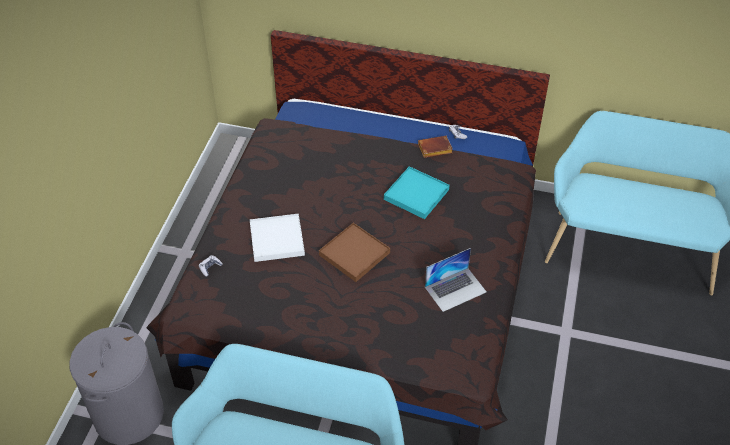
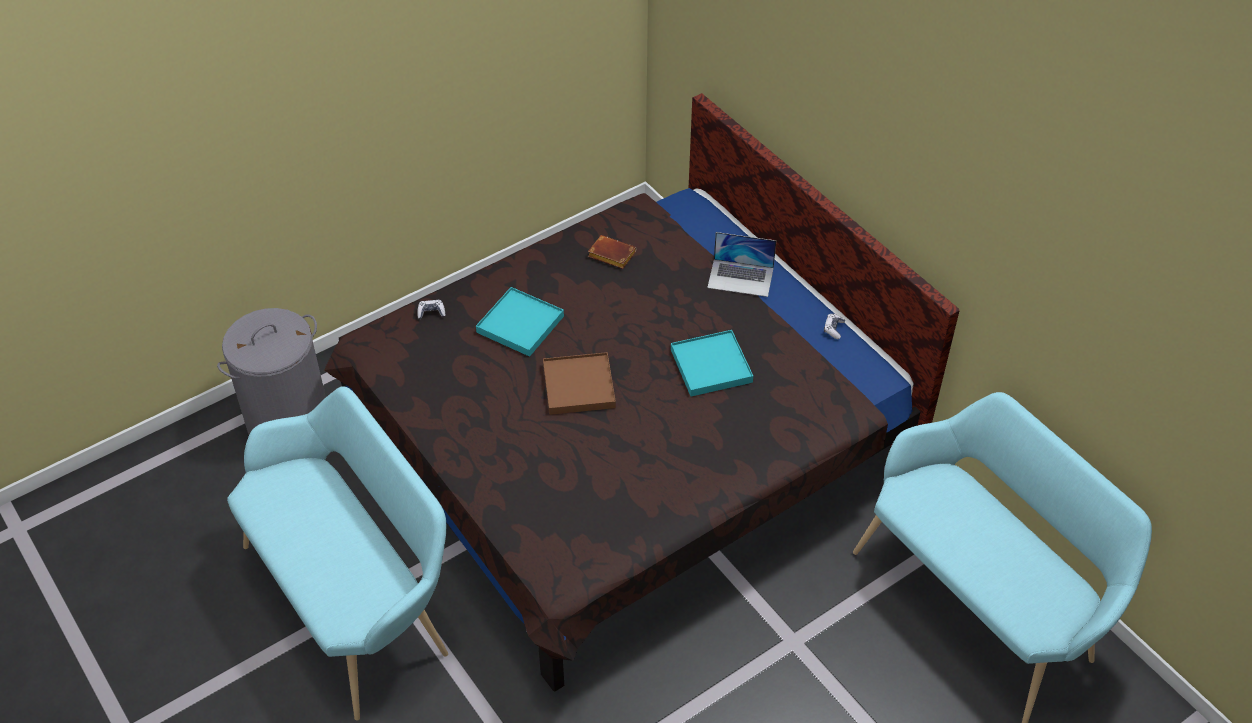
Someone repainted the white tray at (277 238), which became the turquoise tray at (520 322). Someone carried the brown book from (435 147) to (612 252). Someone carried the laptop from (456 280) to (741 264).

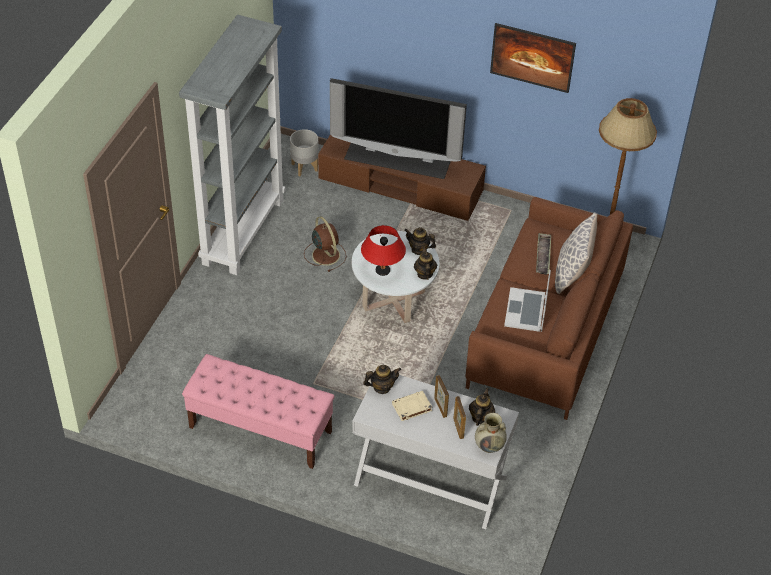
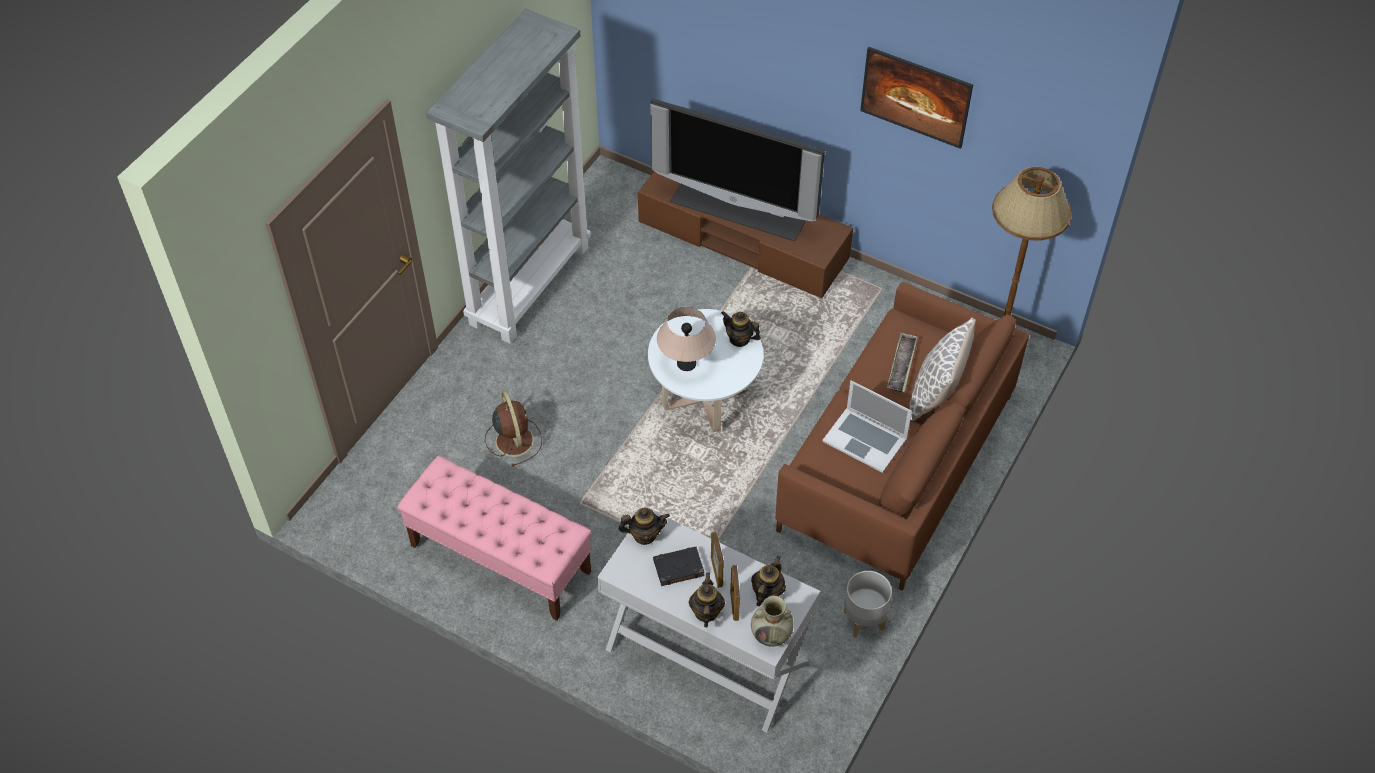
Someone carried the brown fan from (325 244) to (513 428). Someone repainted the beige book at (412 406), which became the black book at (678 566). Someone repainted the red table lamp at (383 250), which became the beige table lamp at (686 339). Someone carried the teapot from (425 263) to (707 600). Someone rotated the laptop at (527 301) by 75 degrees counterclockwise. Someone carried the grey planter from (304 152) to (868 604).

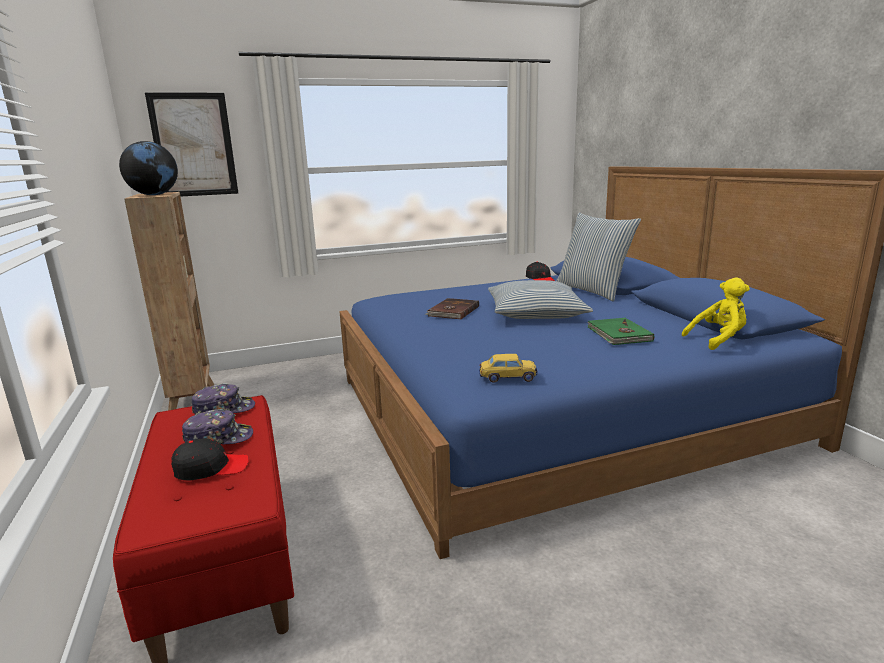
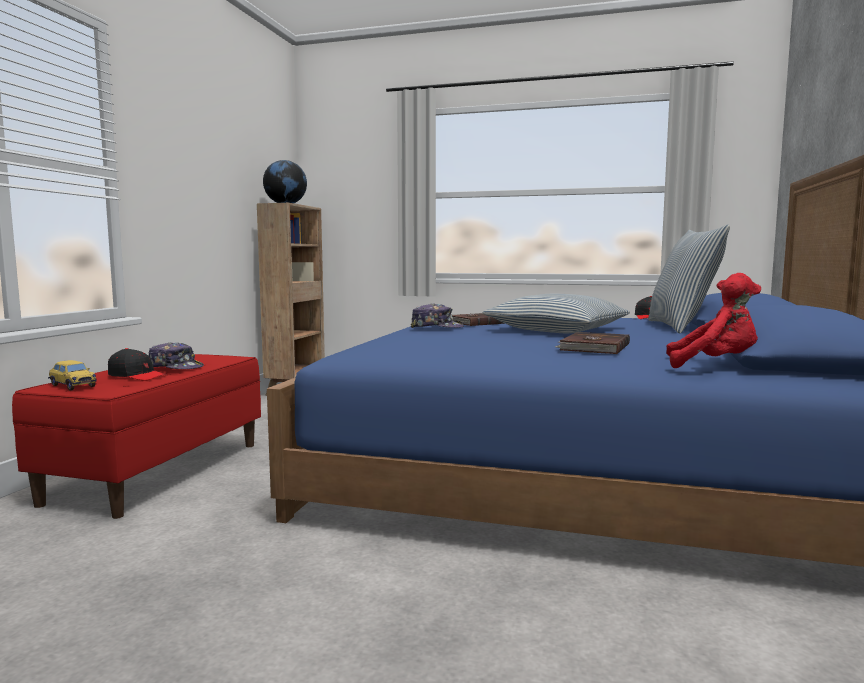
Someone carried the toy car from (508 368) to (72 375). Someone carried the cap from (223 399) to (437 315). Someone repainted the green book at (620 331), which became the brown book at (592 343). Someone repainted the yellow plush toy at (716 313), which became the red plush toy at (713 320). Someone took away the picture at (192 144).

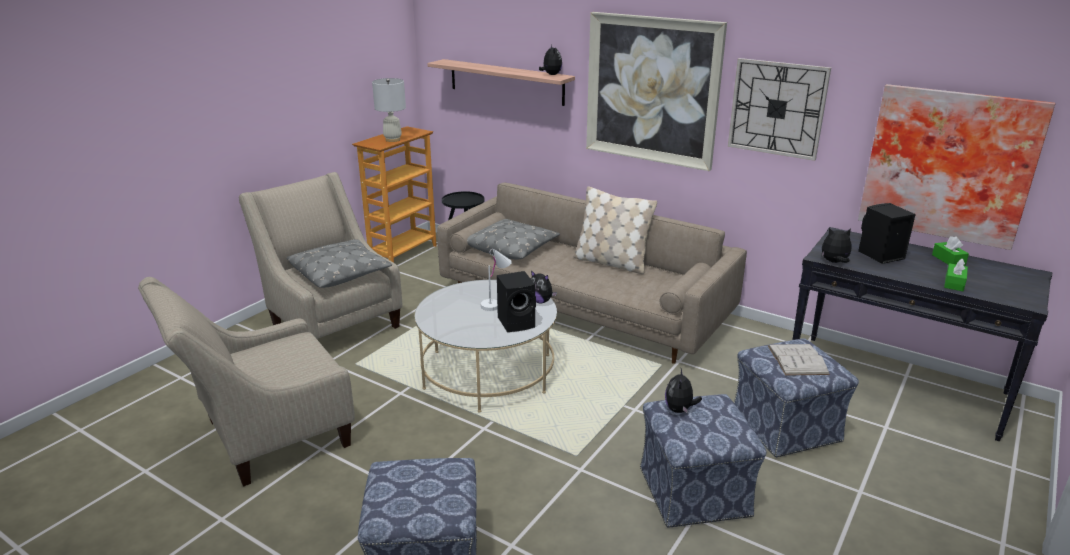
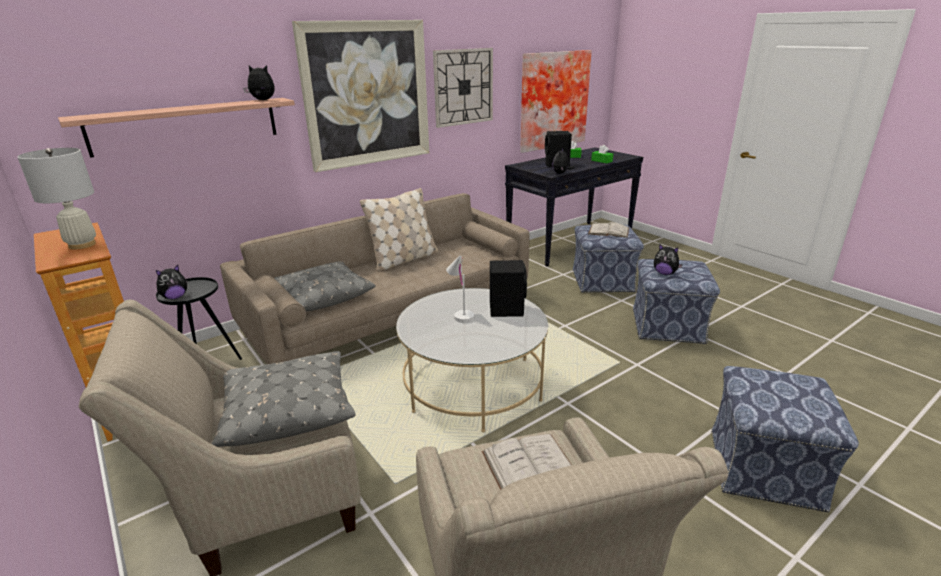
Someone carried the plush toy from (544 287) to (172 282). Someone put down the white book at (527 462).

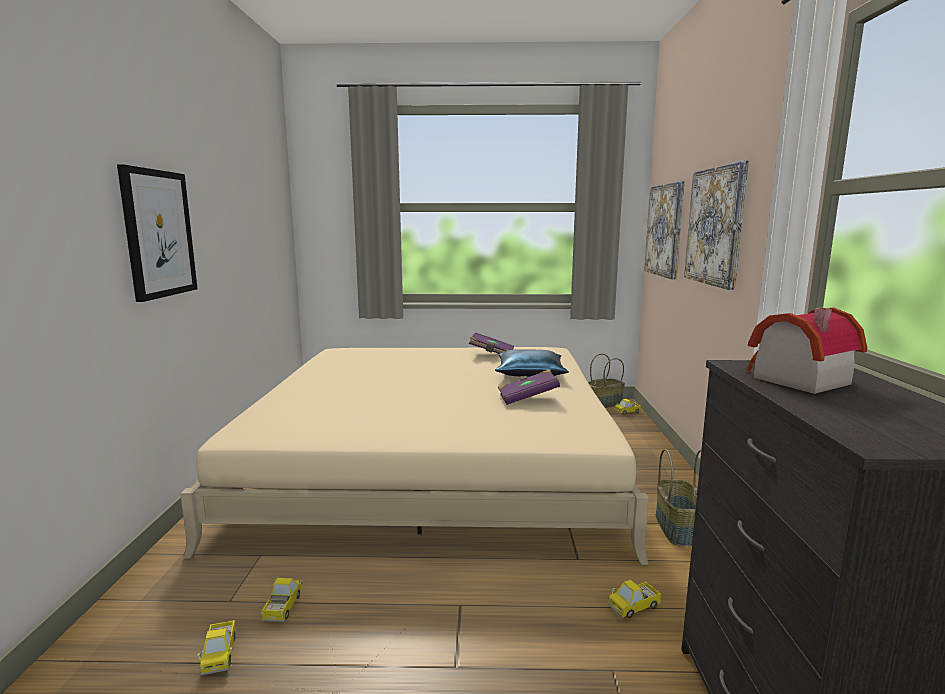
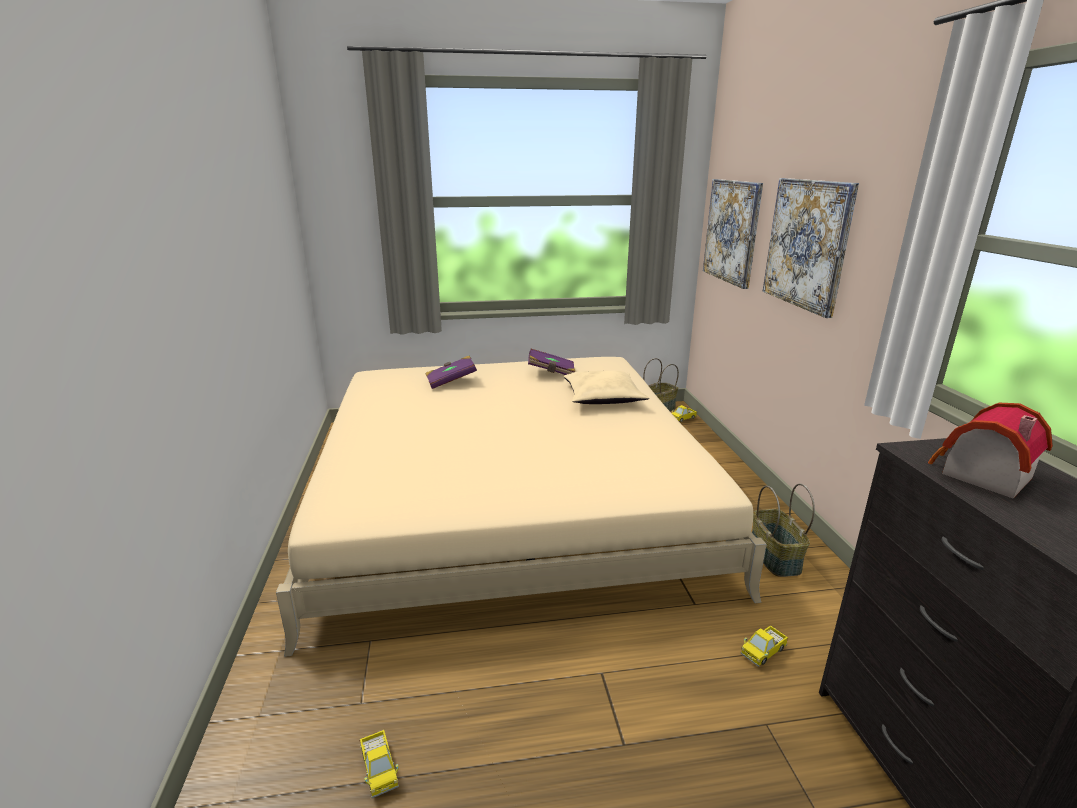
Someone carried the purple book from (529 387) to (451 372). Someone repainted the blue pillow at (532 363), which became the beige pillow at (606 387). Someone took away the picture at (157 233). Someone took away the toy truck at (282 600).

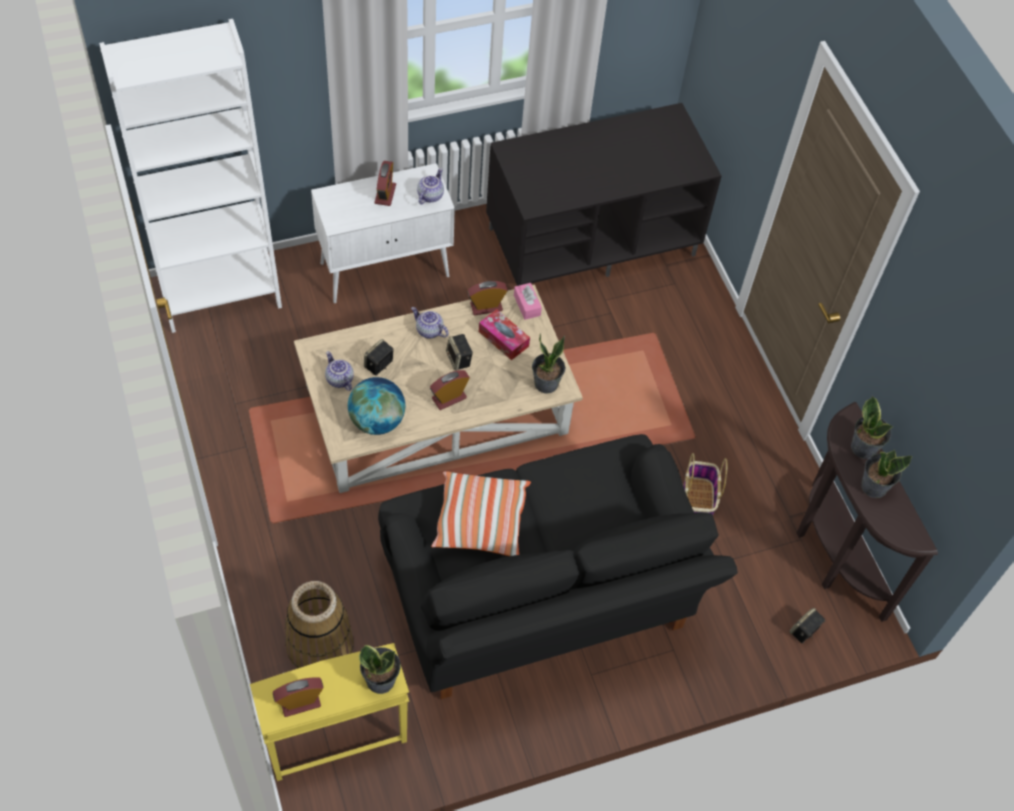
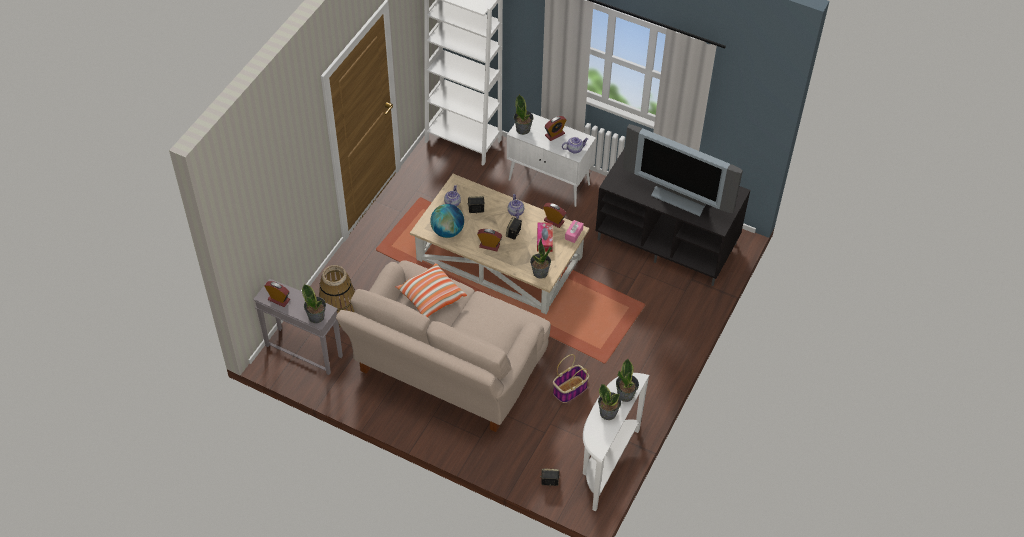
Someone repainted the yellow side table at (329 712), which became the grey side table at (298 327). Someone repainted the black sofa at (558 566), which became the beige sofa at (443 346). Someone put down the potted plant at (523 114). Someone repainted the brown console table at (867 512), which became the white console table at (616 442). Someone put down the television at (683 170).

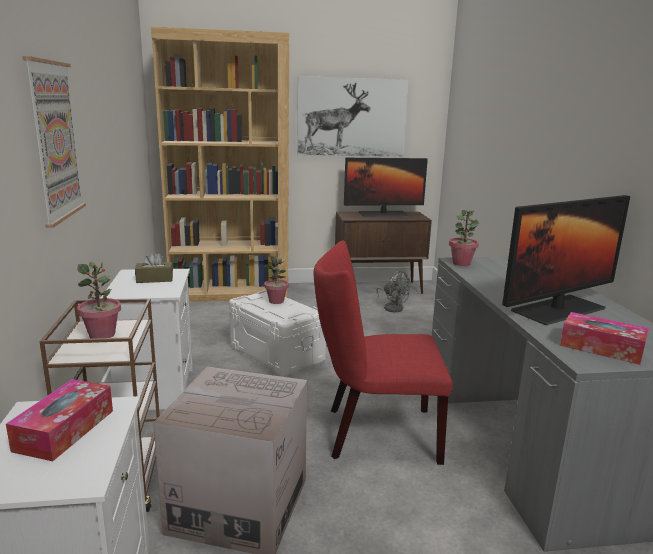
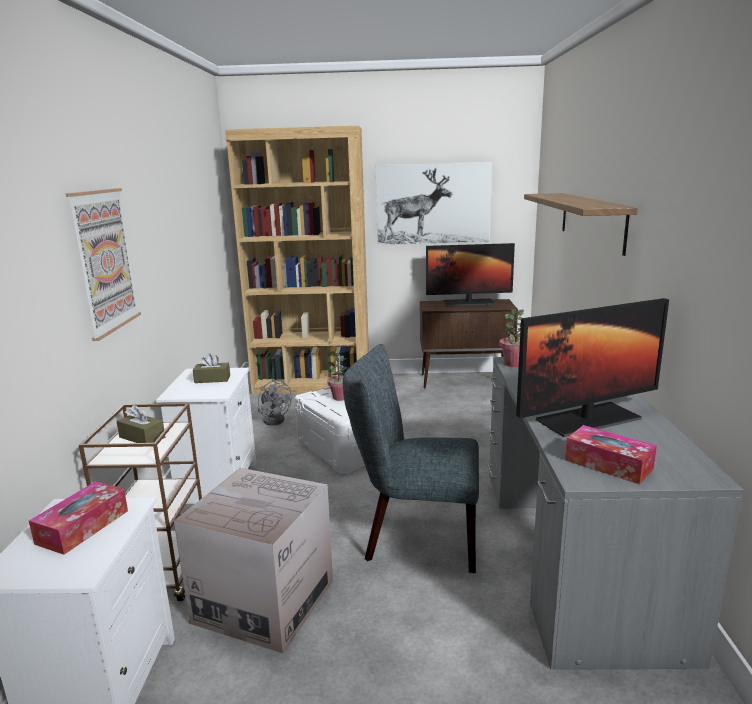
Someone swapped the potted plant at (99 300) for the brown tissue box at (141 423). Someone carried the grey fan from (393 291) to (275 402). Someone repainted the red chair at (383 352), which became the grey chair at (411 458). Someone put up the shelf at (581 224).

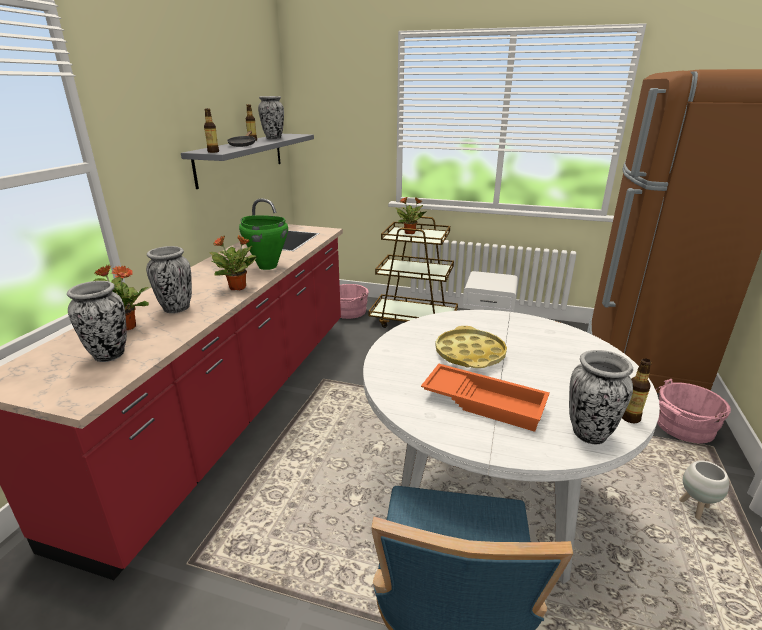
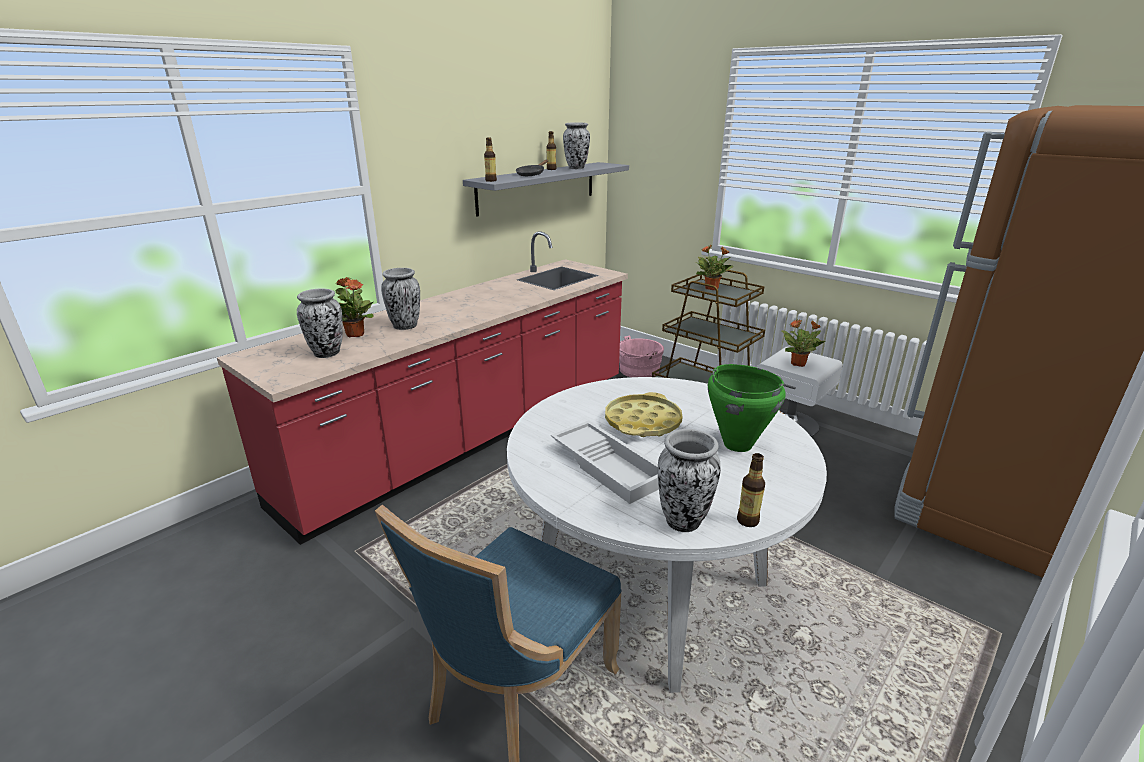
Someone repainted the orange tray at (485 398), which became the white tray at (605 462). Someone carried the green cooking pot from (263 242) to (747 408). Someone carried the potted plant from (233 262) to (803 343). Someone took away the pink bucket at (693 411). Someone took away the white planter at (704 490).

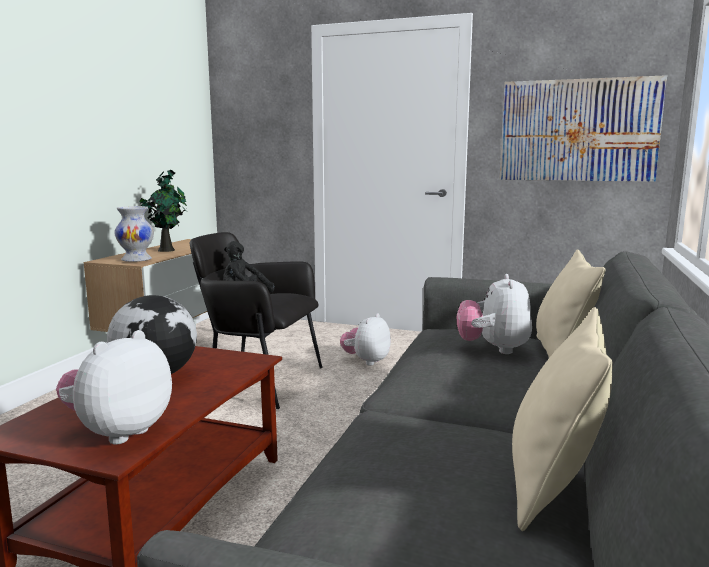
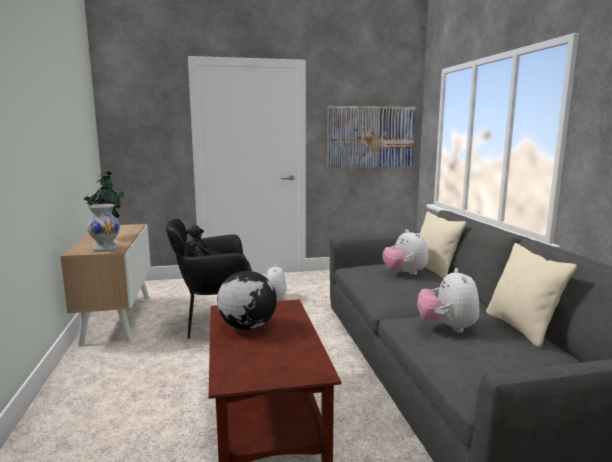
Someone carried the plush toy from (114 387) to (448 300).

